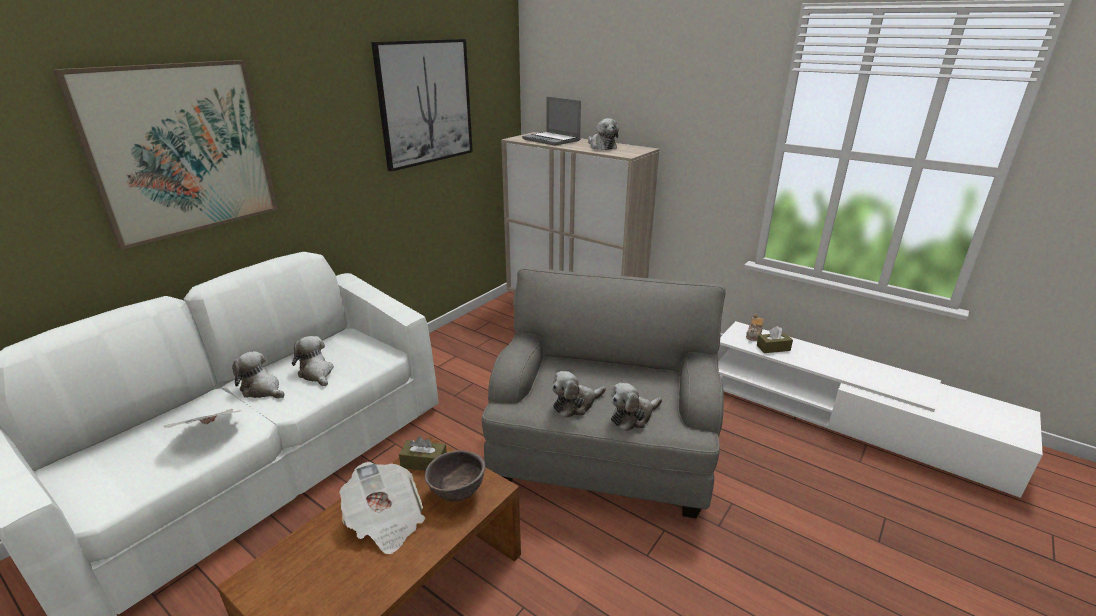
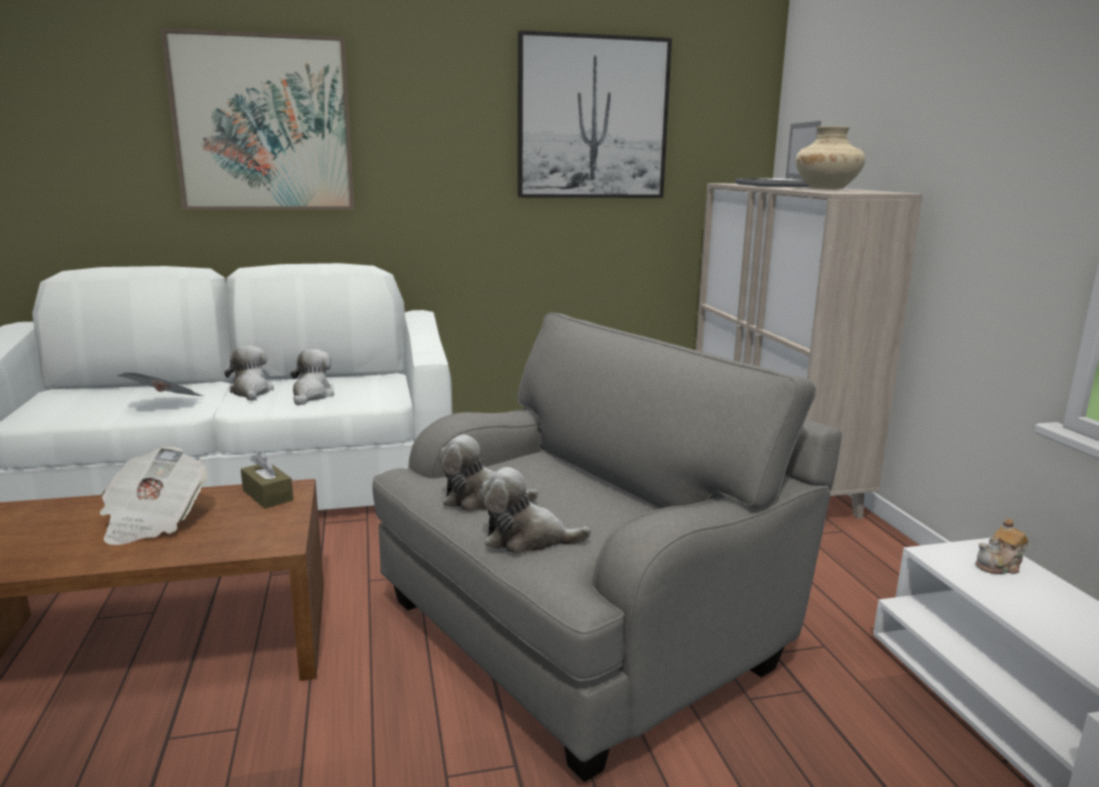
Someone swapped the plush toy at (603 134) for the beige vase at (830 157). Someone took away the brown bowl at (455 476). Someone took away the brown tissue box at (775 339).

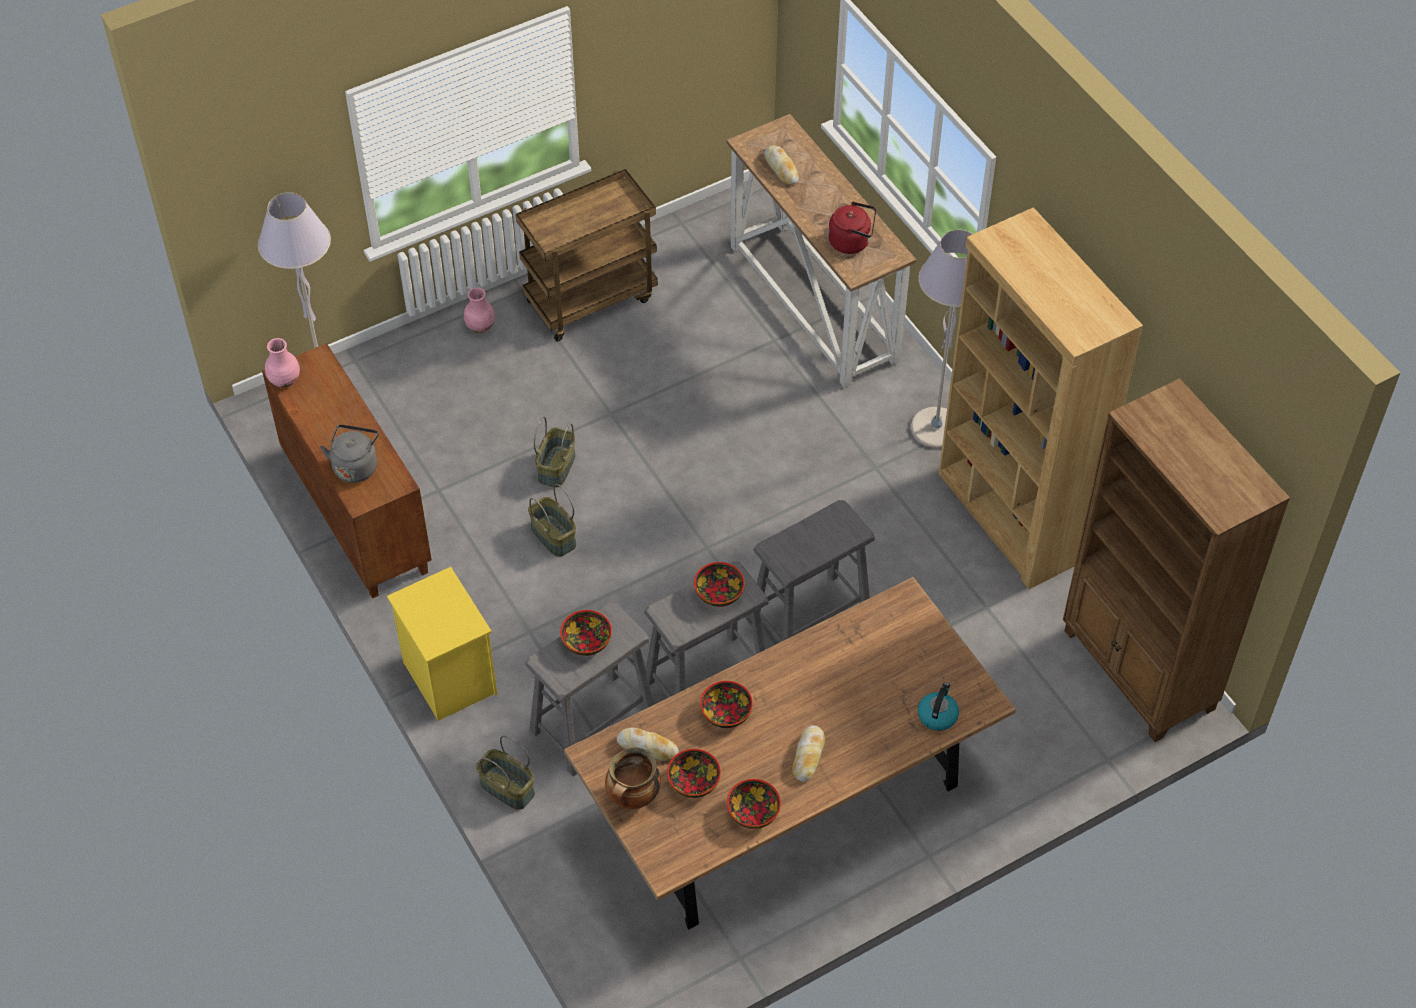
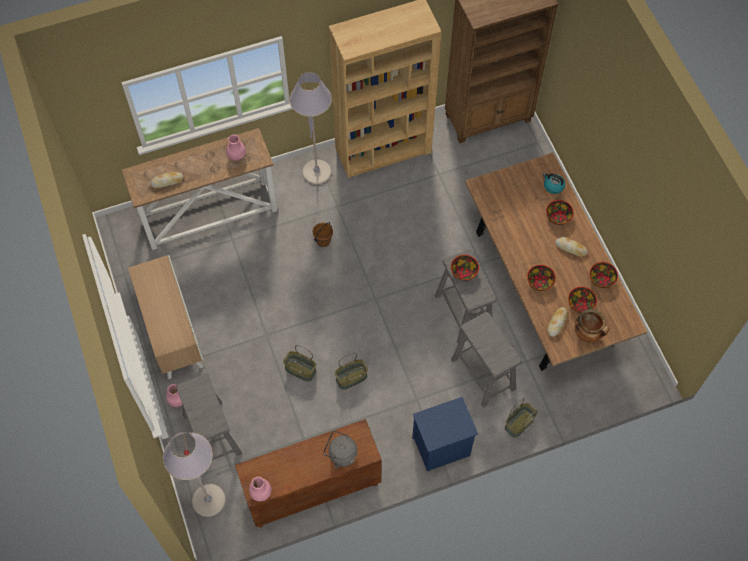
Someone swapped the brown cart at (587 255) for the cabinet at (165 317). Someone carried the grey stool from (811 571) to (209 417). Someone swapped the red kettle at (852 228) for the pink vase at (236 148). Someone put down the brown bucket at (323 234). Someone repainted the yellow nightstand at (442 644), which became the blue nightstand at (445 434). Someone carried the bowl from (586 633) to (560 212).

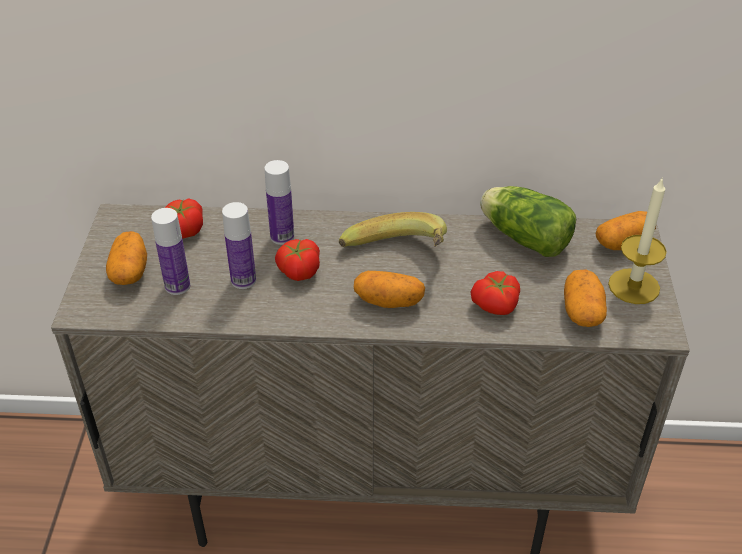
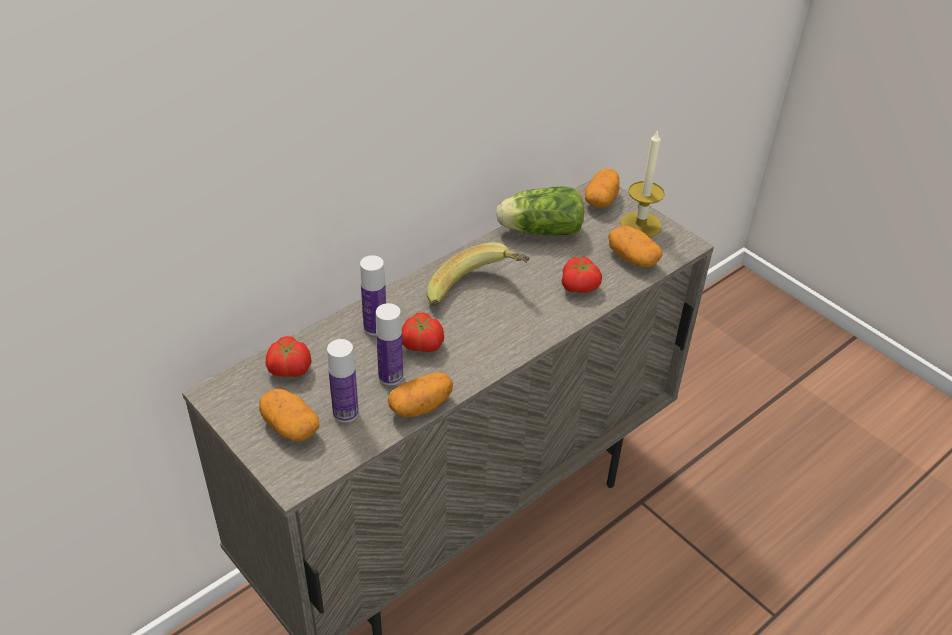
Someone carried the potato from (389 289) to (420 394).

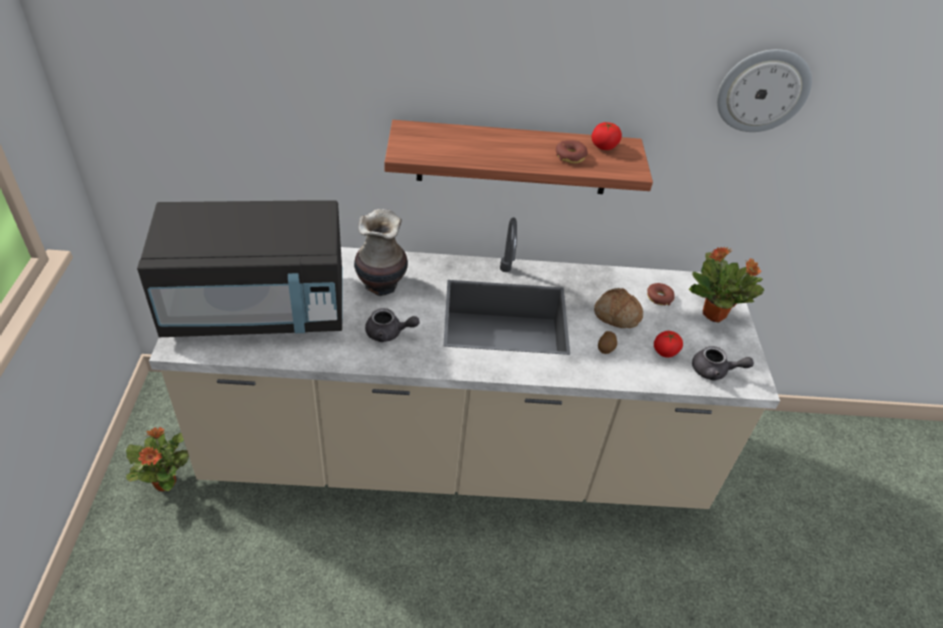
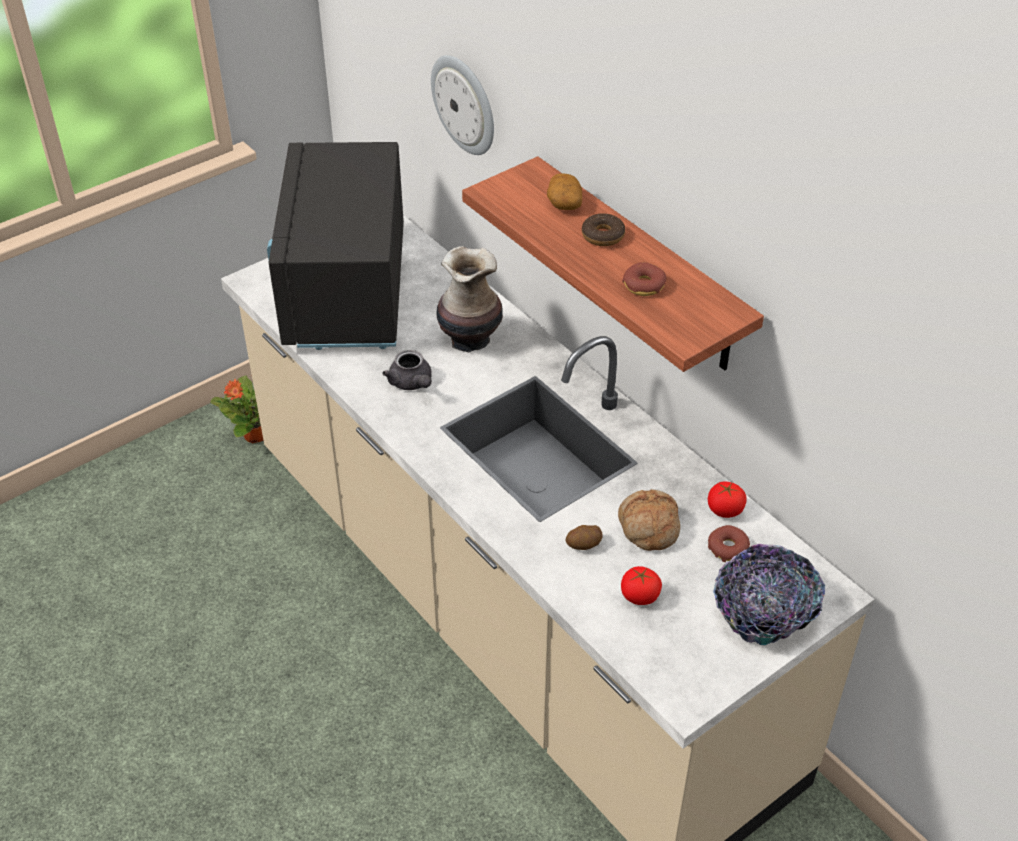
Someone rotated the black microwave at (240 269) by 45 degrees clockwise. Someone carried the wall clock from (764 90) to (462 105). Someone put down the potato at (564 191). Someone put down the donut at (603 229). Someone carried the tomato from (606 136) to (727 500). Someone swapped the potted plant at (726 284) for the bowl at (769 594). Someone took away the grey teapot at (723 363).

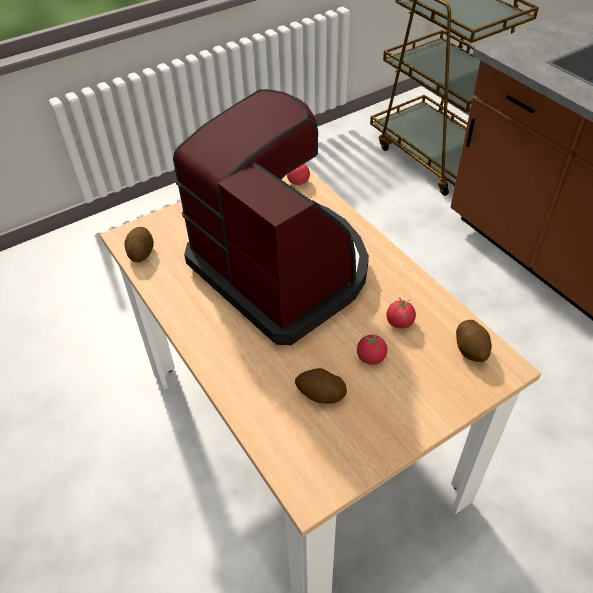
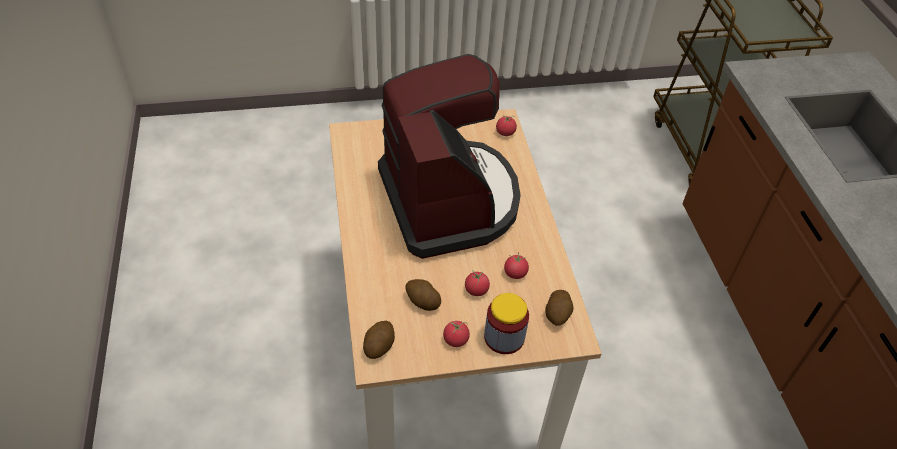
Someone carried the potato from (139 244) to (379 340). Someone put down the tomato at (456 334). Someone put down the jar at (506 323).

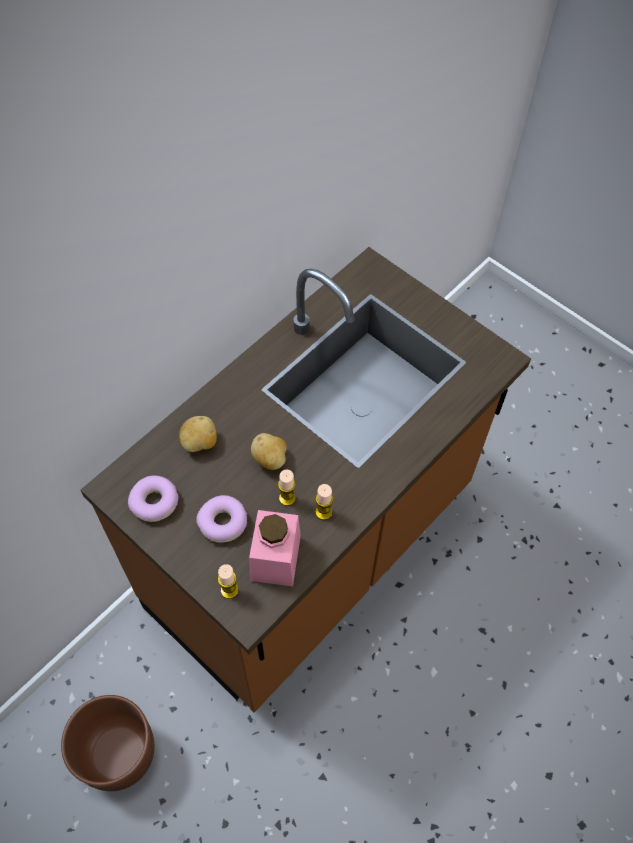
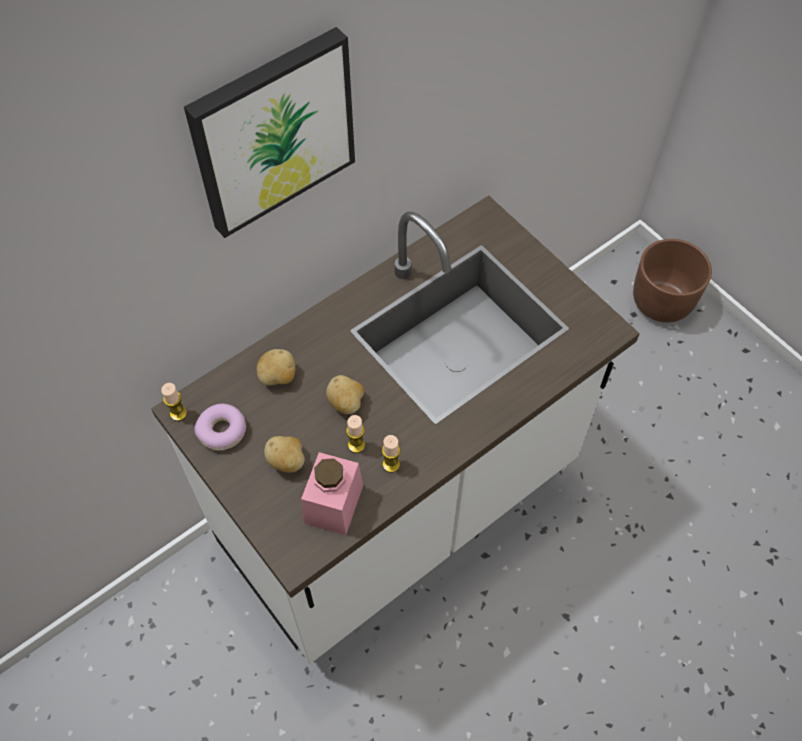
Someone repainted the brown counter at (306 479), which became the white counter at (395 429). Someone carried the candle from (228 581) to (174 402). Someone put up the picture at (269 132). Someone swapped the donut at (221 519) for the potato at (284 454). Someone carried the brown planter from (107 743) to (672 281).

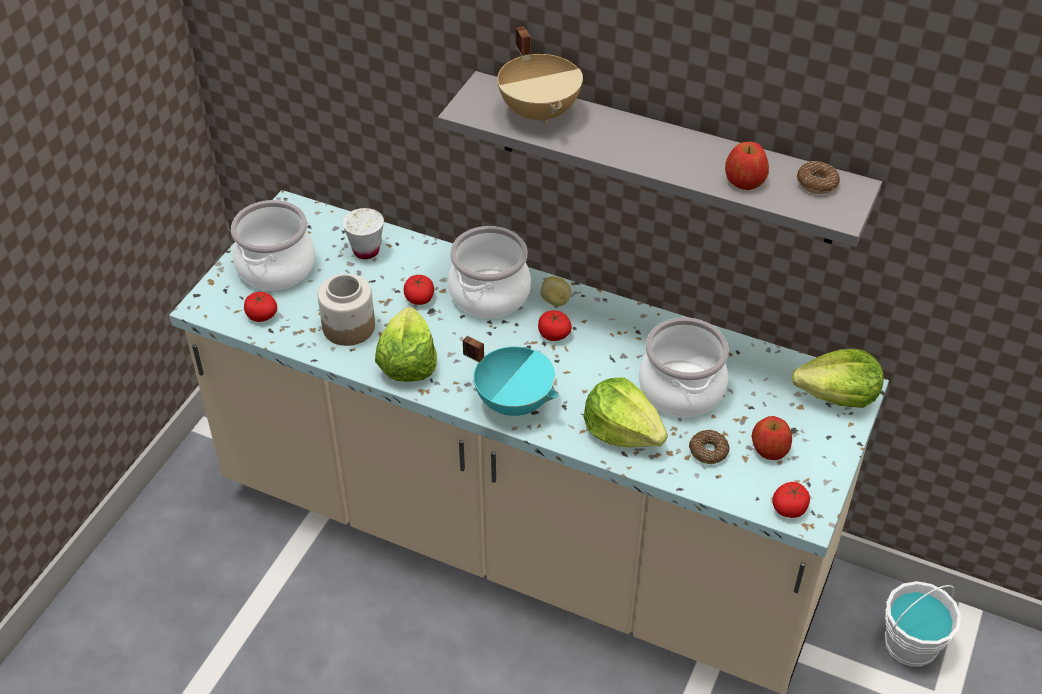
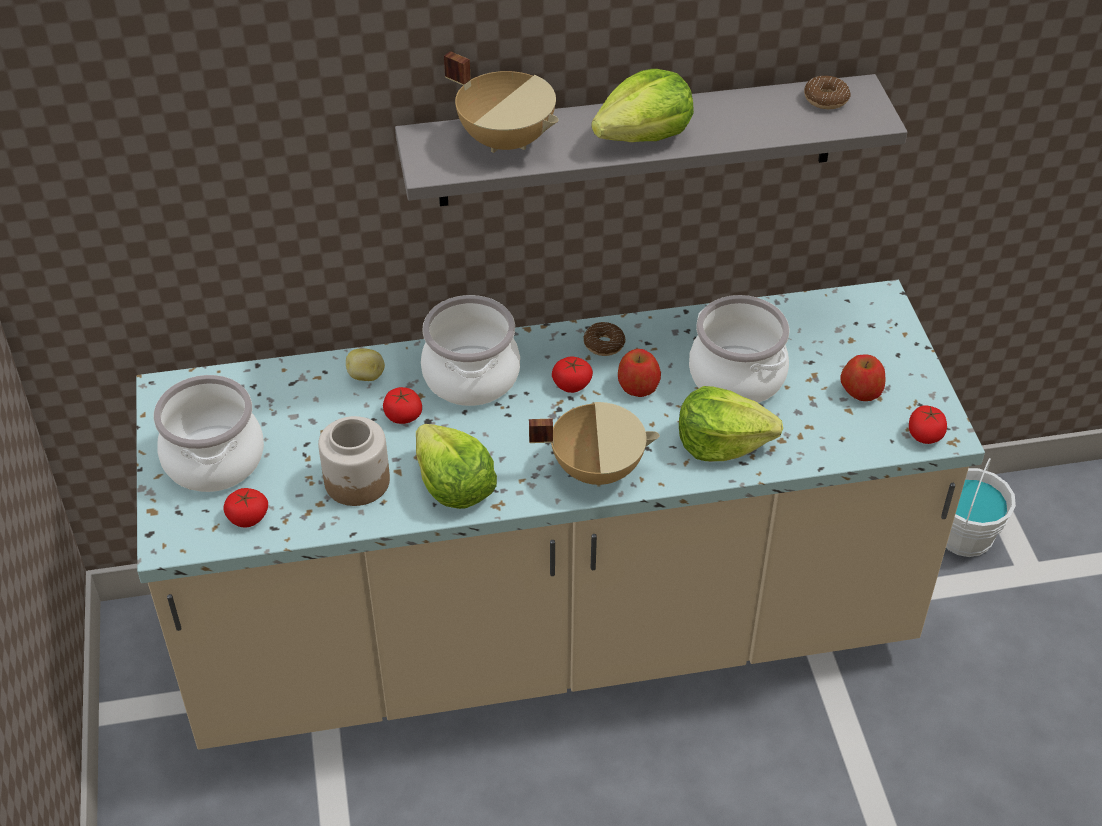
Someone carried the potato from (555 291) to (365 364). Someone repainted the turquoise cooking pot at (511 376), which became the beige cooking pot at (594 444). Someone carried the donut from (709 447) to (604 339). Someone carried the lettuce from (838 378) to (642 105). Someone carried the apple from (747 166) to (639 373). Someone took away the white cup at (363 233).

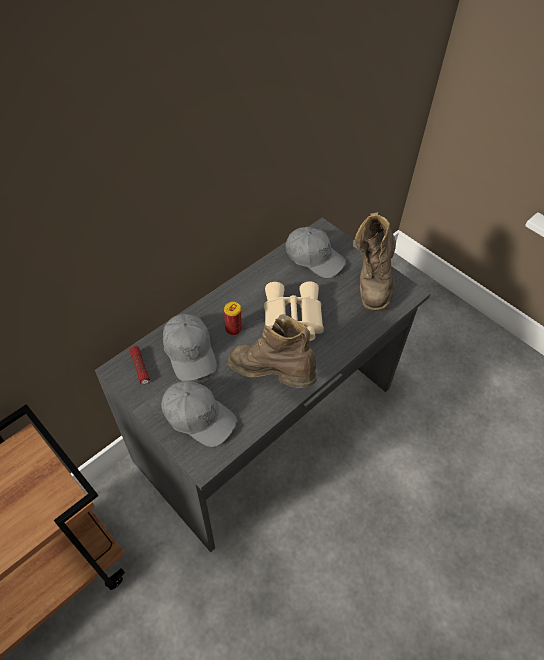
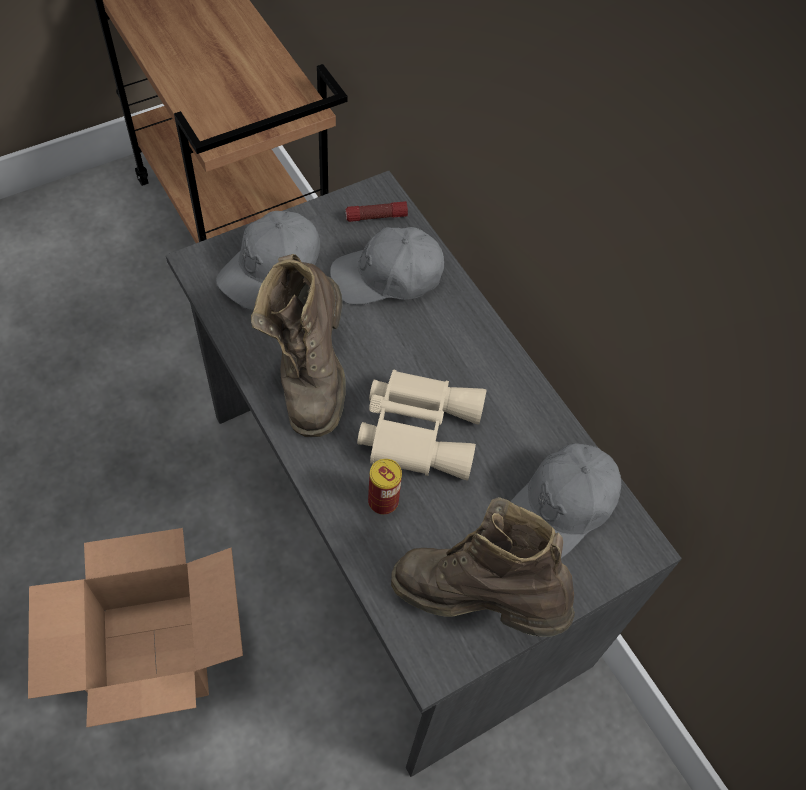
Someone put down the cardboard box at (135 627). Someone rotated the brown boot at (272 351) by 135 degrees clockwise. Someone carried the can from (233 318) to (385 486).

